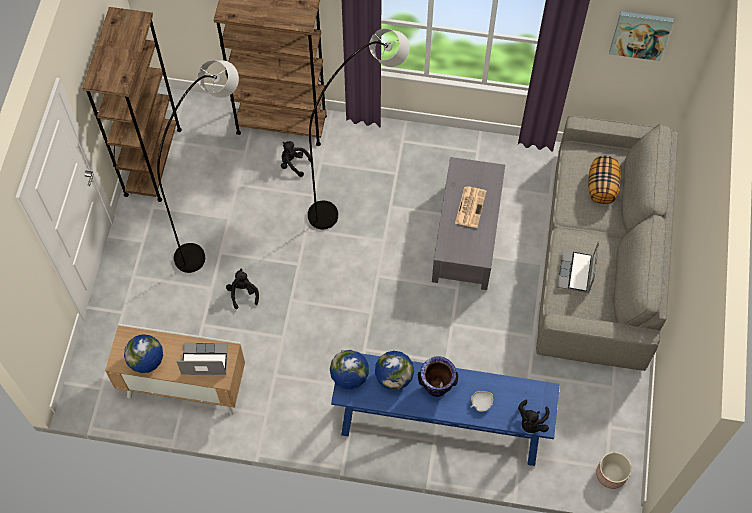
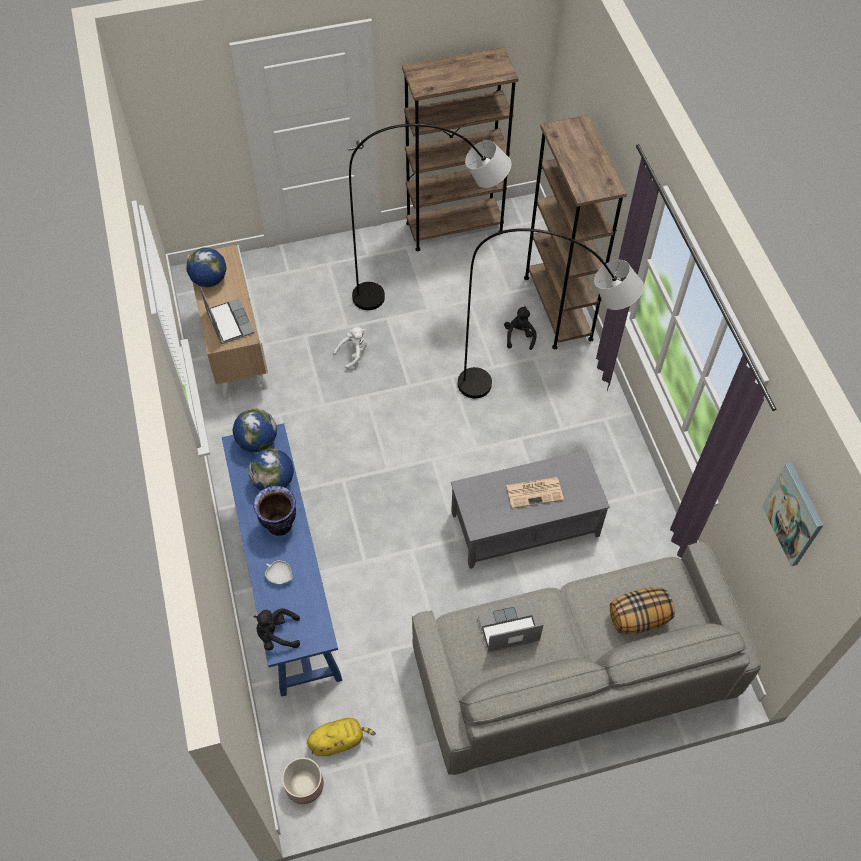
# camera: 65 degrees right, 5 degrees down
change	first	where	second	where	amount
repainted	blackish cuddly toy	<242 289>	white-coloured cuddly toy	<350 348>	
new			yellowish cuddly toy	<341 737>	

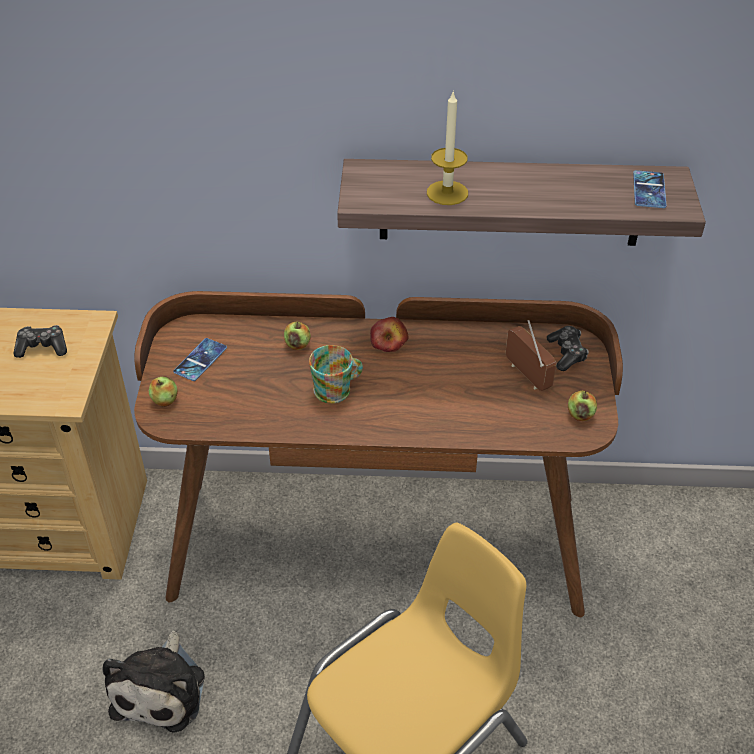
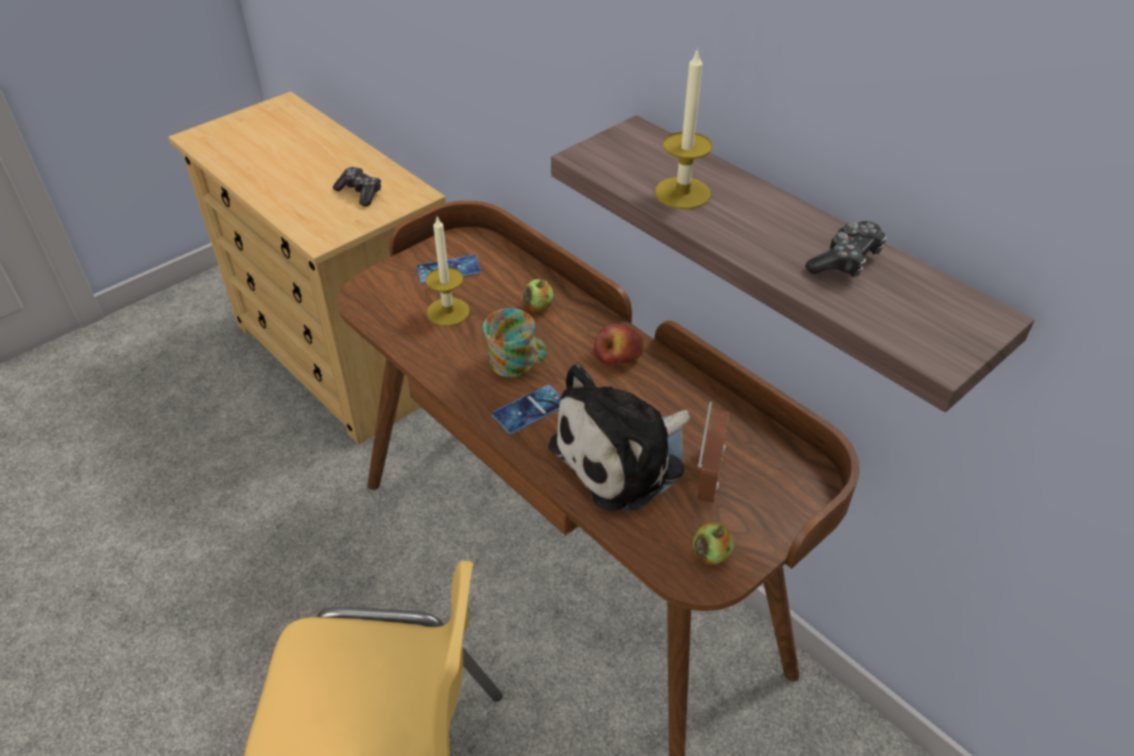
# camera: 45 degrees right, 0 degrees up
change	first	where	second	where	amount
shifted	cuddly toy	<153 681>		<619 437>	
gone	whole apple	<163 391>			
shifted	game controller	<567 348>		<846 249>	
shifted	telephone	<650 189>		<526 409>	
new			candle	<447 271>	

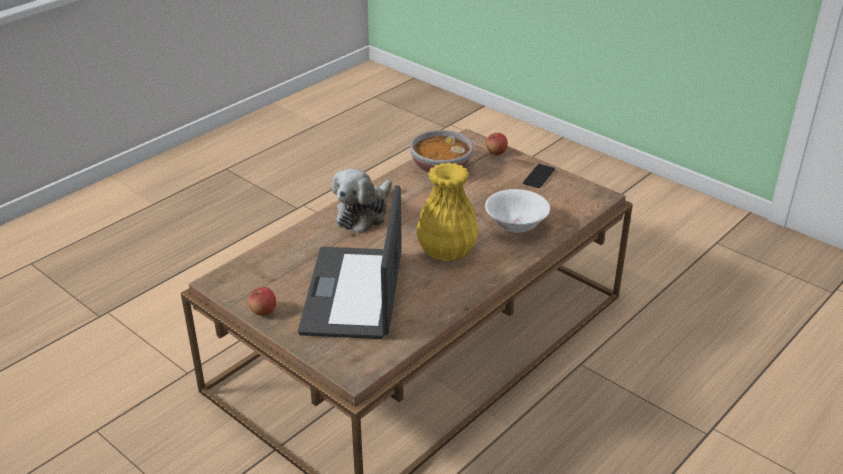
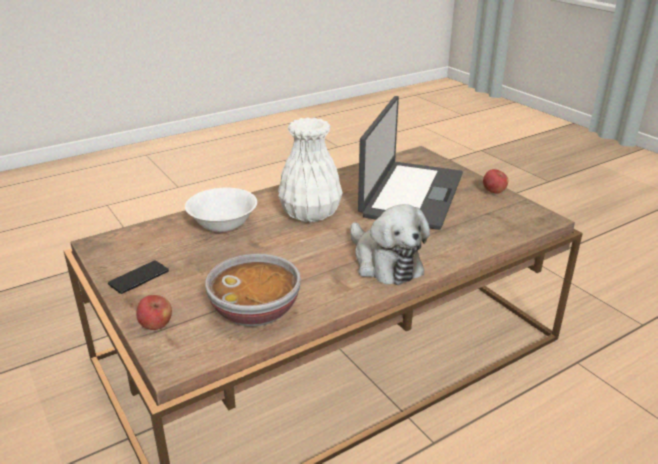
# camera: 165 degrees left, 5 degrees down
change	first	where	second	where	amount
rotated	cuddly toy	<362 200>		<390 244>	105 degrees clockwise
repainted	yellowish vase	<447 211>	white-coloured vase	<310 169>	

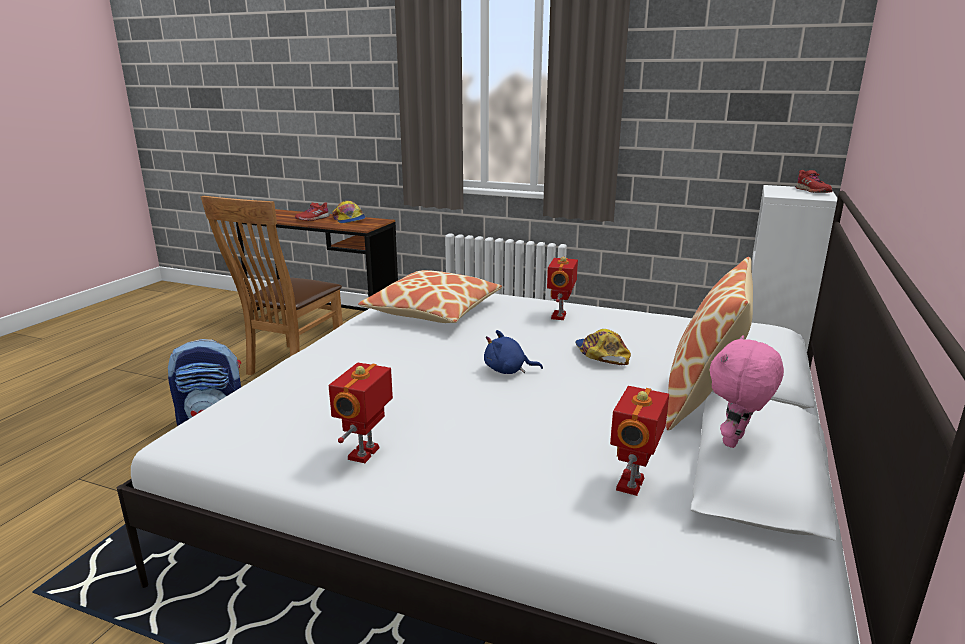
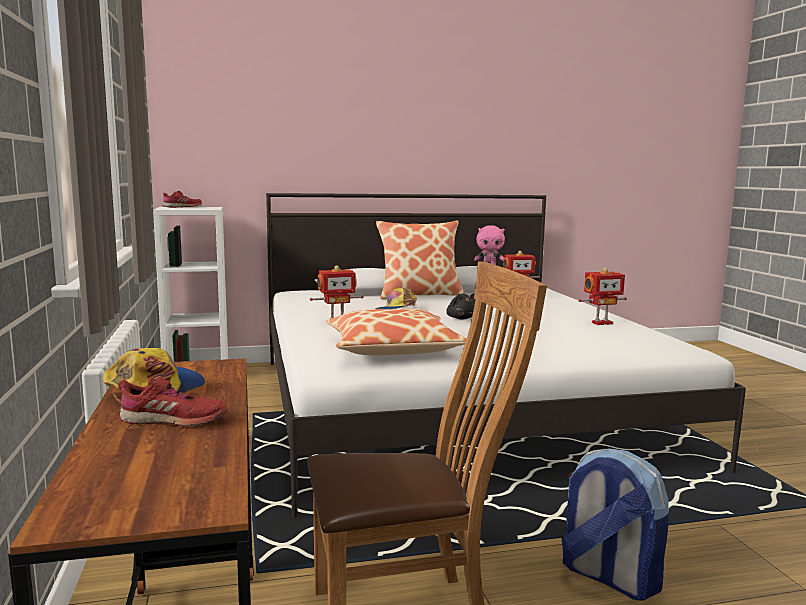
# camera: 125 degrees left, 10 degrees down
change	first	where	second	where	amount
repainted	bluish cuddly toy	<513 352>	blackish cuddly toy	<460 306>	

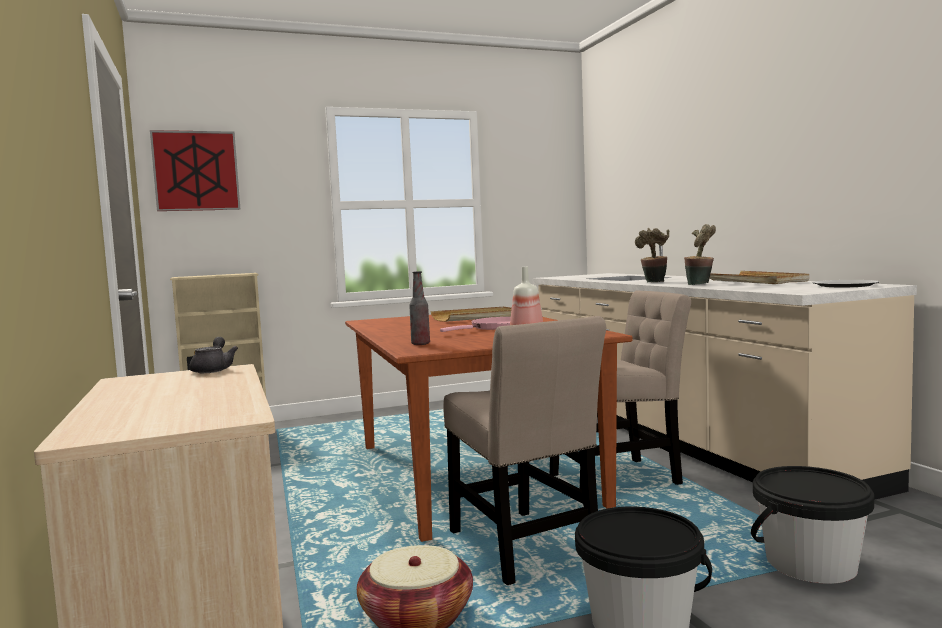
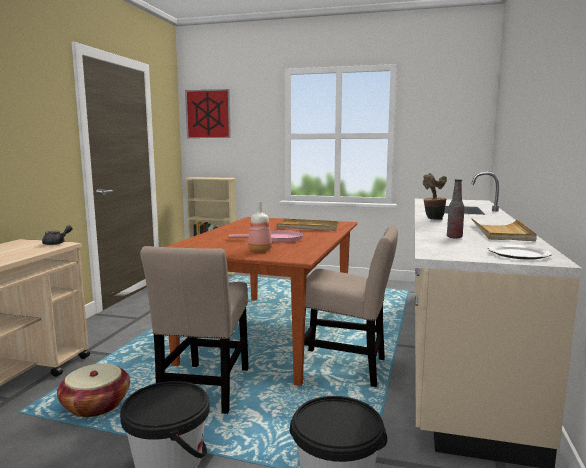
# camera: 35 degrees right, 5 degrees up
change	first	where	second	where	amount
shifted	bottle	<419 308>		<456 209>	
gone	potted plant	<700 254>			

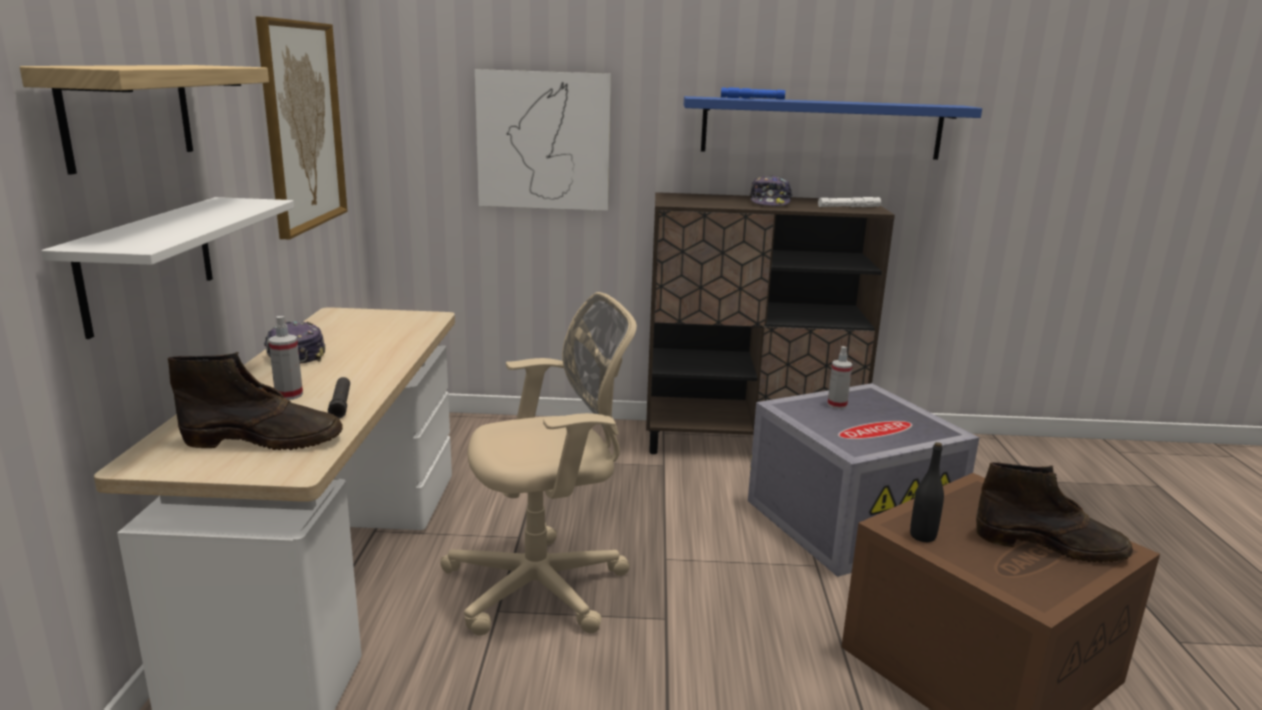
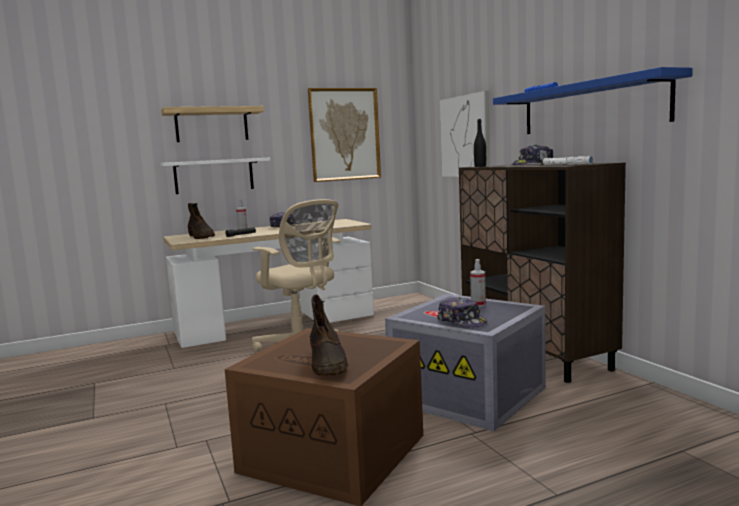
# camera: 65 degrees right, 10 degrees down
change	first	where	second	where	amount
shifted	blackish bottle	<927 492>		<480 143>	
new			cap	<462 312>	

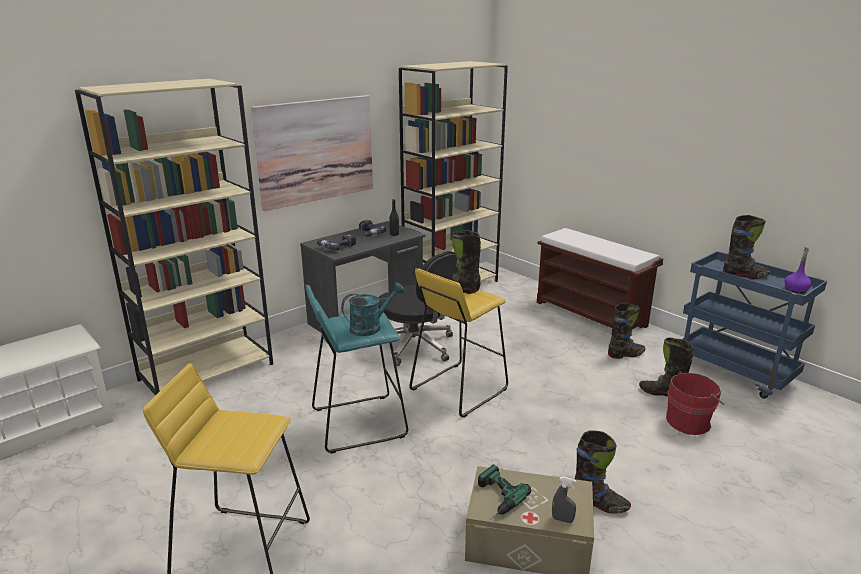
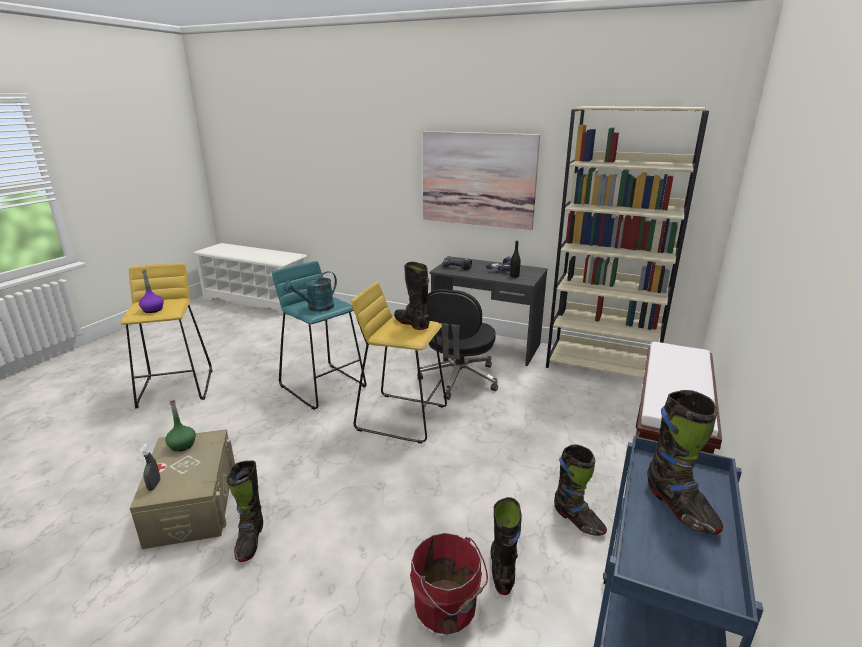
# camera: 65 degrees right, 0 degrees up
change	first	where	second	where	amount
gone	beige-coloured bookcase	<174 237>			
rotated	blue-green watering pot	<373 309>		<310 291>	105 degrees clockwise
swapped	power drill	<504 492>	green bottle	<180 426>	
shifted	purplish bottle	<798 270>		<151 291>	

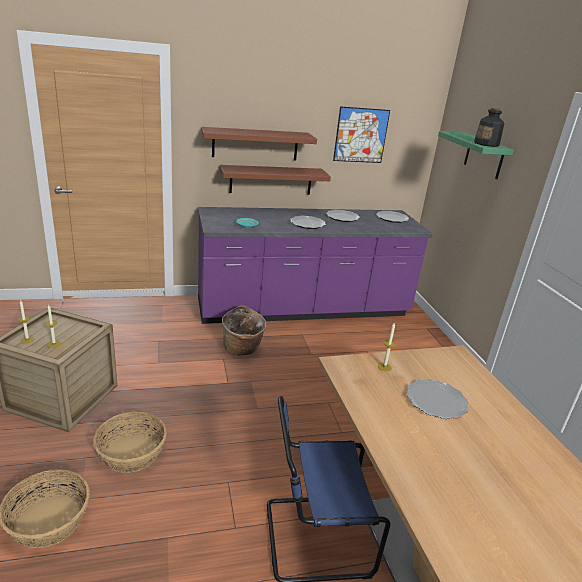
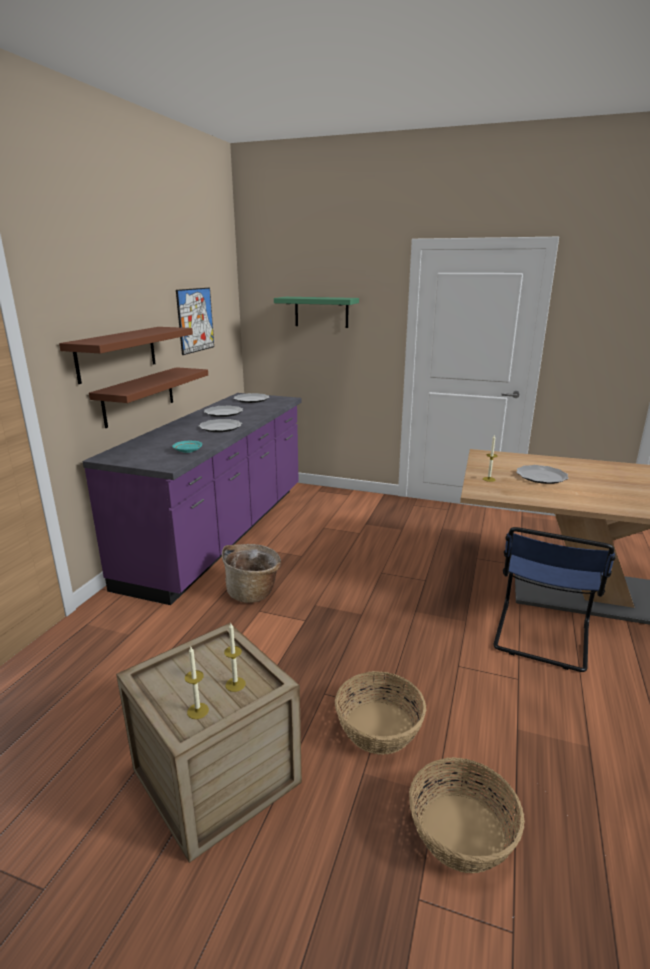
# camera: 55 degrees left, 5 degrees down
change	first	where	second	where	amount
gone	bottle	<489 127>			

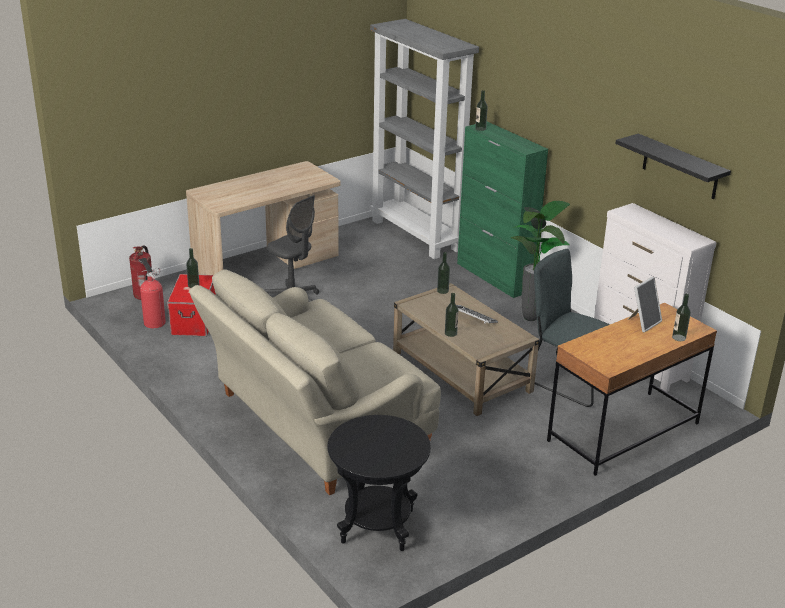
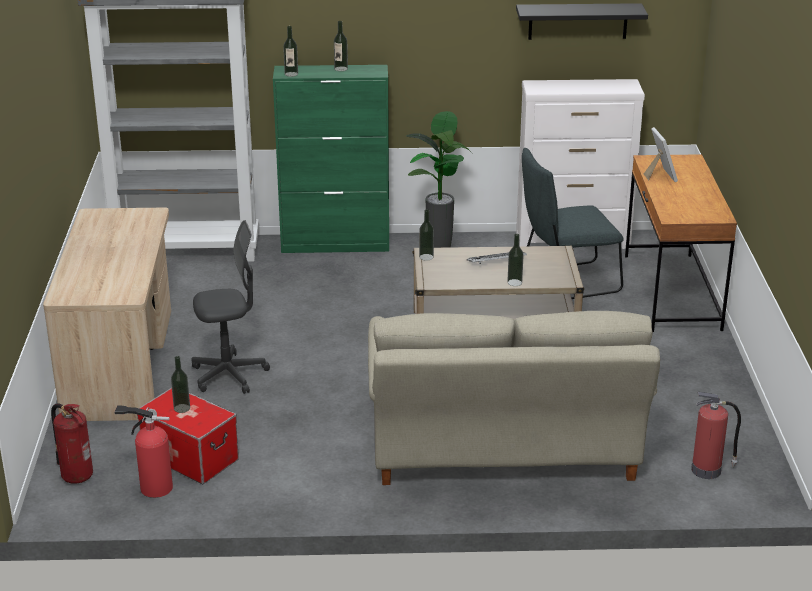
# camera: 55 degrees left, 0 degrees up
change	first	where	second	where	amount
swapped	blackish side table	<379 483>	fire extinguisher	<716 435>	
shifted	bottle	<681 317>		<341 46>	

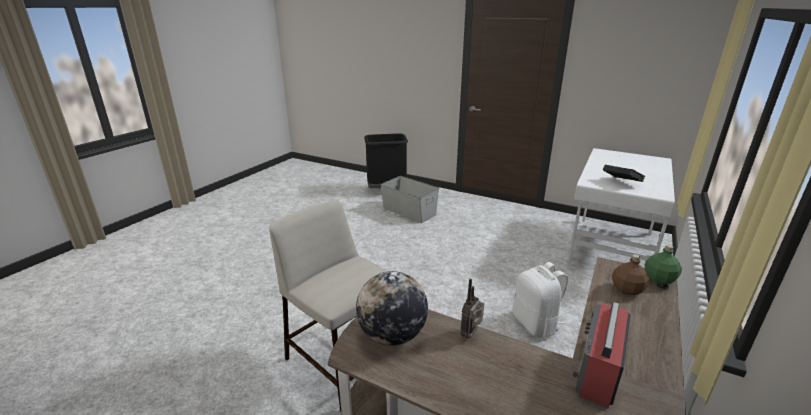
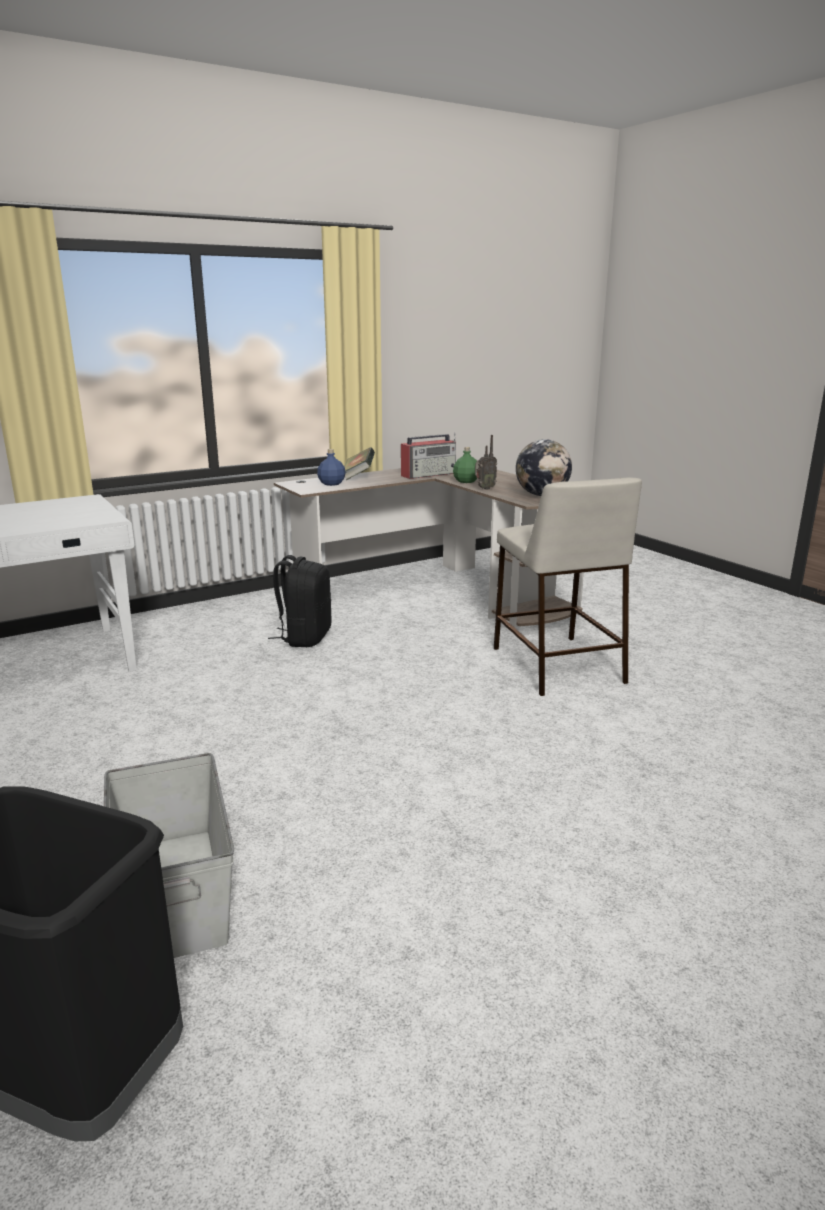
# camera: 150 degrees left, 5 degrees down
change	first	where	second	where	amount
repainted	white-coloured backpack	<540 300>	blackish backpack	<300 601>	
shifted	bound book	<624 173>		<359 463>	
repainted	brown-coloured bottle	<630 274>	bluish bottle	<331 467>	
shifted	green bottle	<663 264>		<465 465>	

